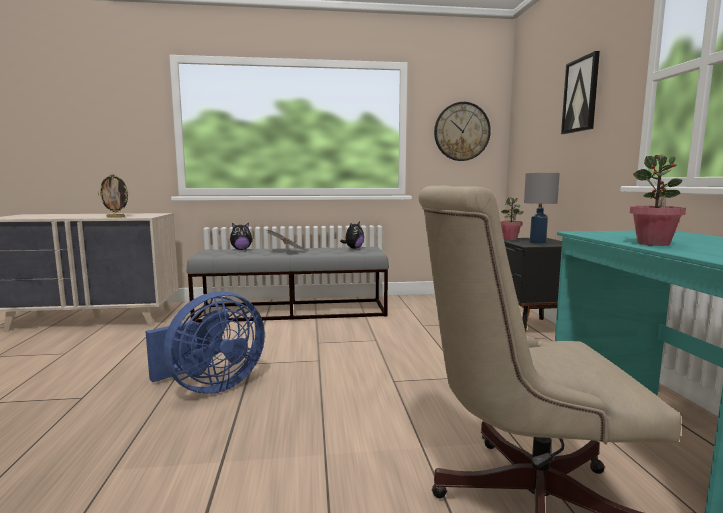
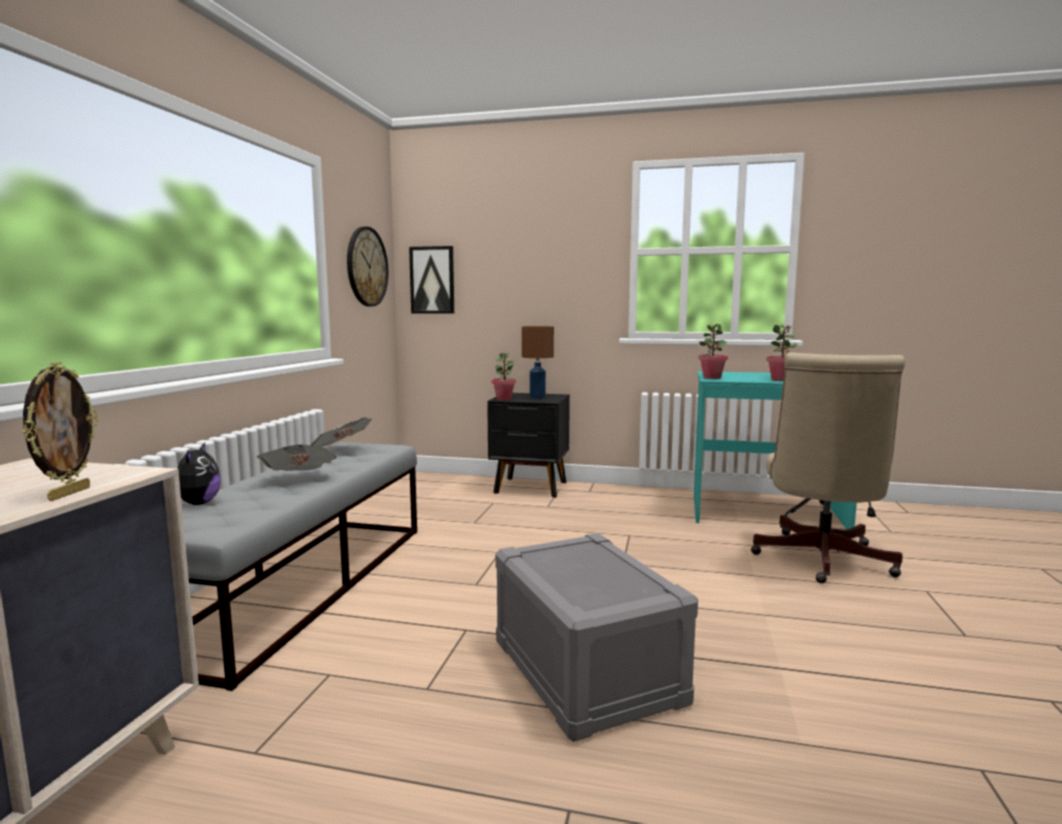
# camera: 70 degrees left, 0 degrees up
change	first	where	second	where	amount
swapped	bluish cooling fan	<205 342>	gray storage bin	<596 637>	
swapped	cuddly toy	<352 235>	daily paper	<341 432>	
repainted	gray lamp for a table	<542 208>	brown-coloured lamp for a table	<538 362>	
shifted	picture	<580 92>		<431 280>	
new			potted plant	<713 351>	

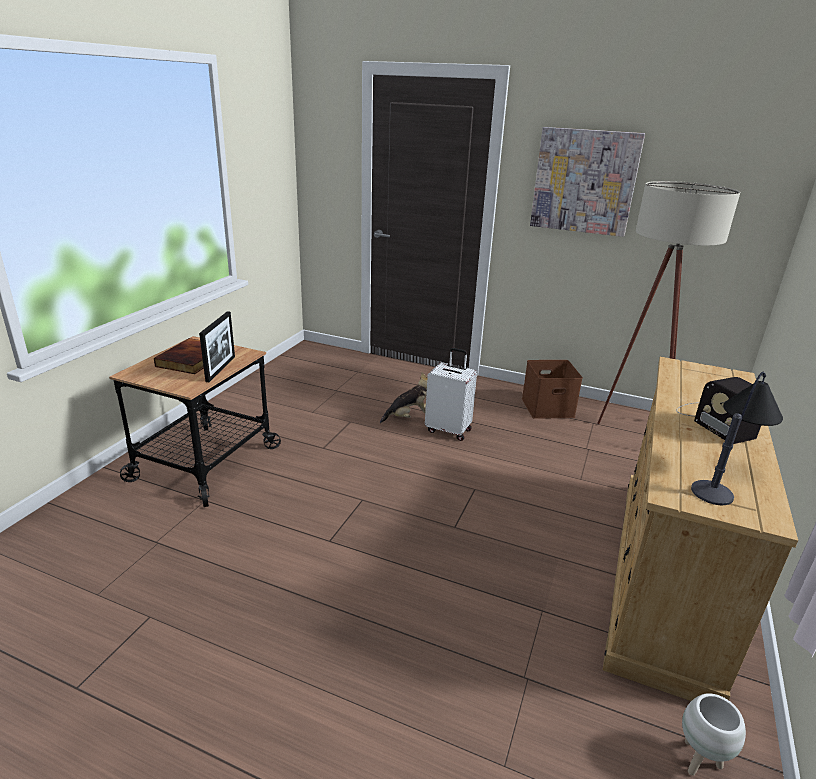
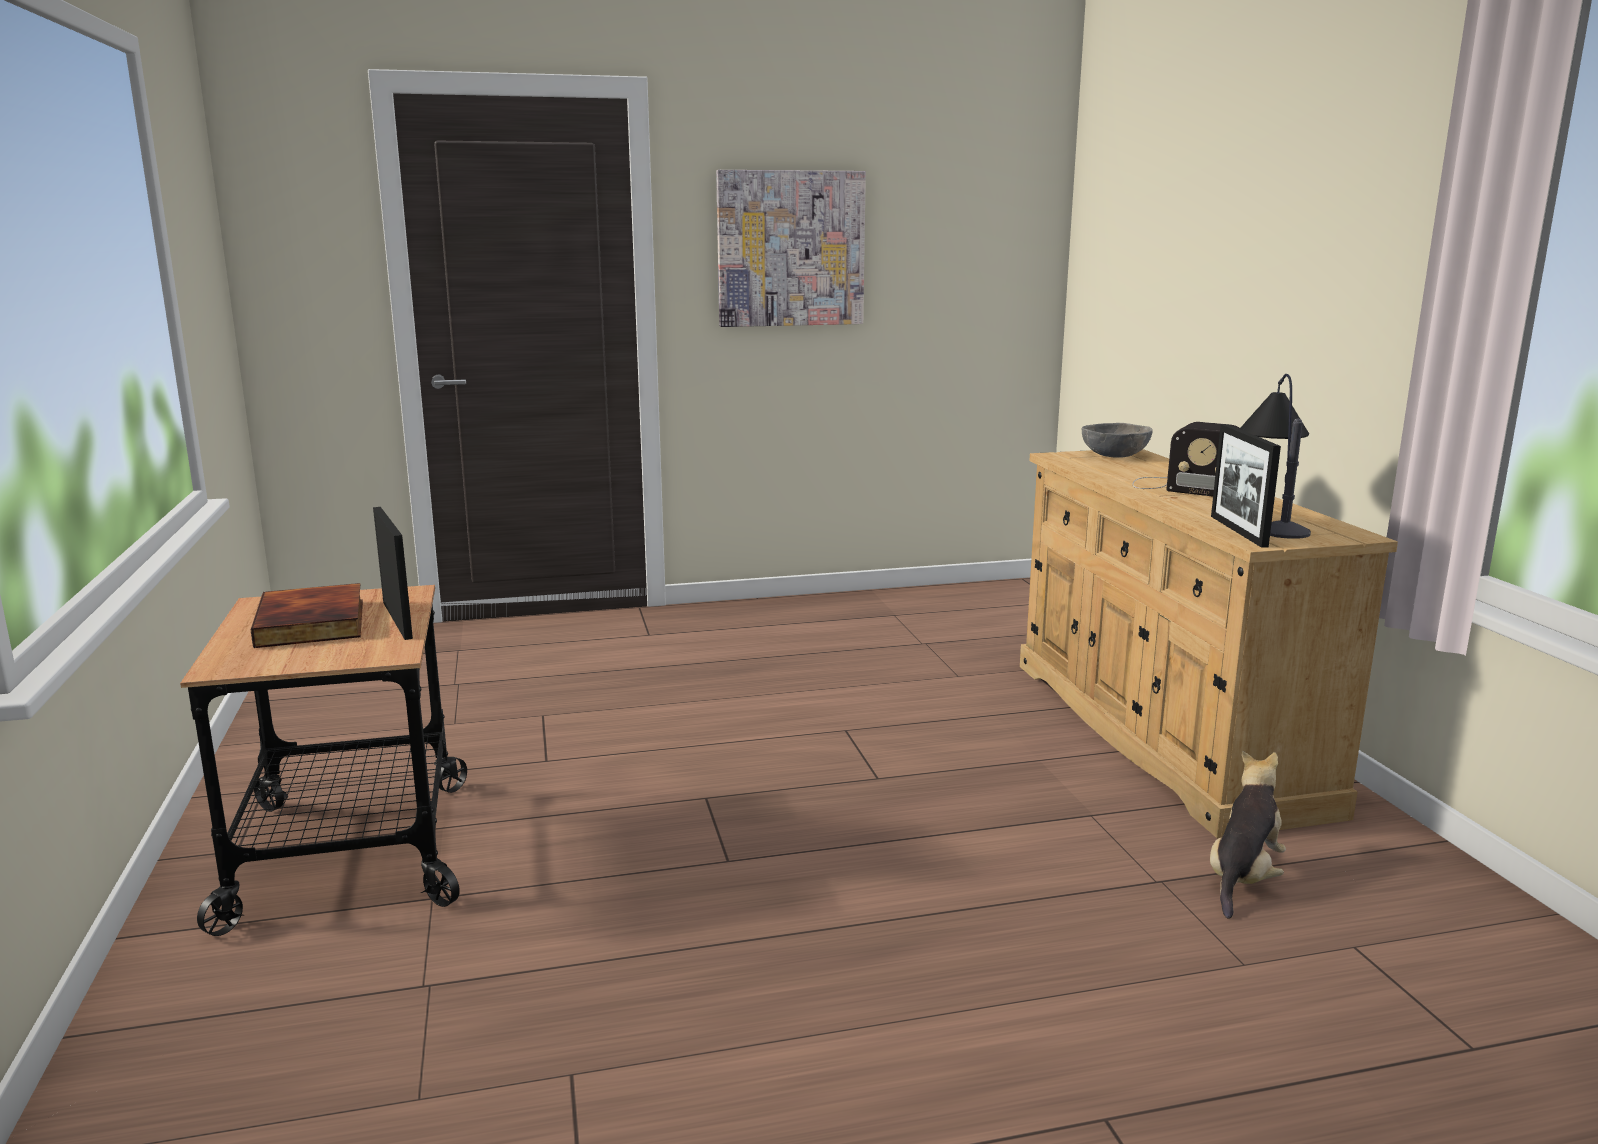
# camera: 35 degrees left, 10 degrees down
change	first	where	second	where	amount
shifted	cuddly toy	<403 397>		<1248 835>	
gone	white-coloured suitcase	<451 394>			
gone	brown-coloured storage bin	<552 389>			
gone	beige-coloured standard lamp	<668 302>			
gone	white-coloured flower pot	<714 734>			
new			gray deep dish	<1117 440>	
new			picture frame	<1246 486>	

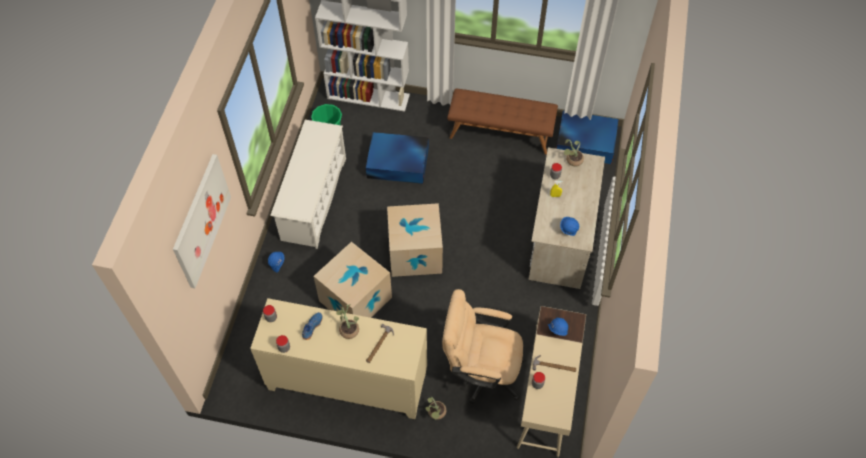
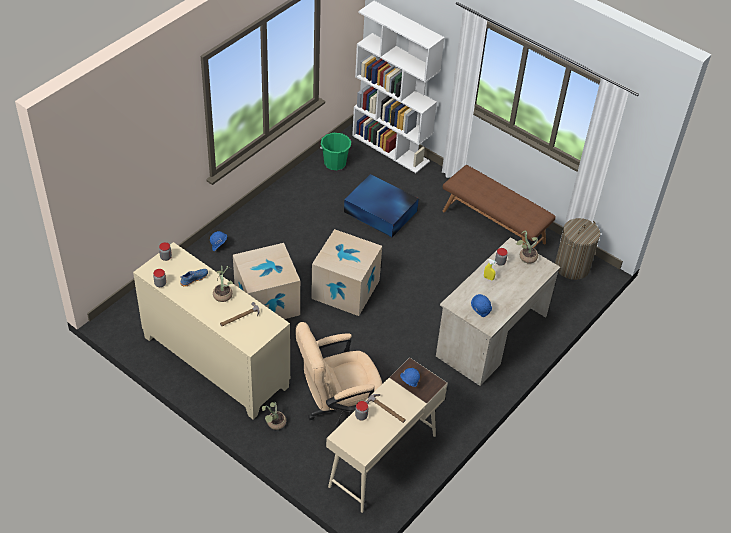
# camera: 25 degrees right, 10 degrees down
change	first	where	second	where	amount
gone	picture	<202 221>			
gone	white-coloured shoe rack	<308 184>			
rotated	beige-coloured computer chair	<484 346>		<338 374>	60 degrees counterclockwise
swapped	bluish storage bin	<587 137>	hamper	<577 249>	

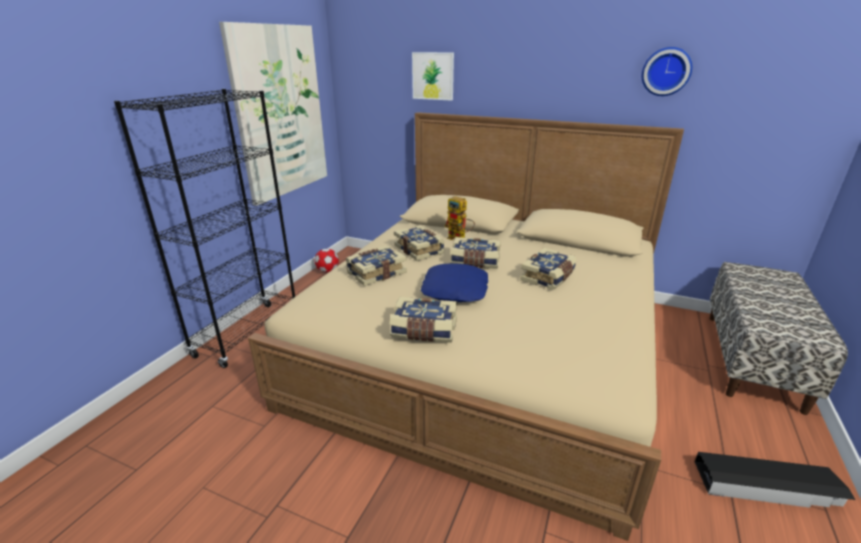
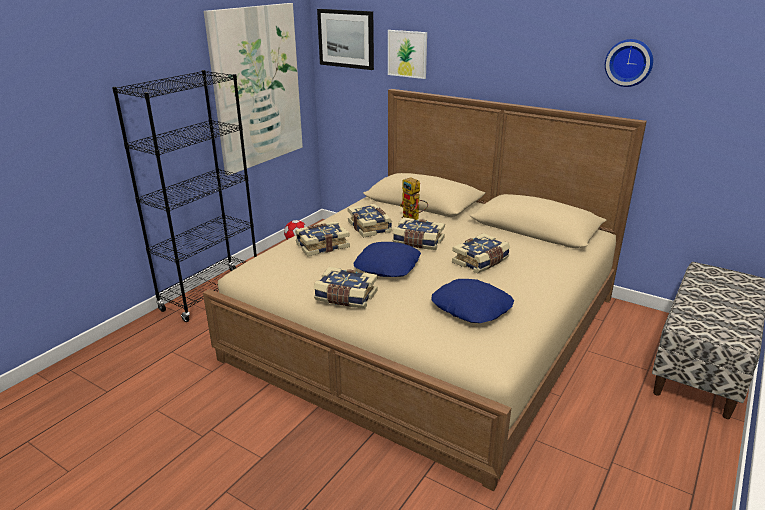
# camera: 10 degrees right, 0 degrees up
change	first	where	second	where	amount
gone	blackish storage bin	<775 480>			
new			picture	<345 39>	
new			bluish throw pillow	<472 301>	

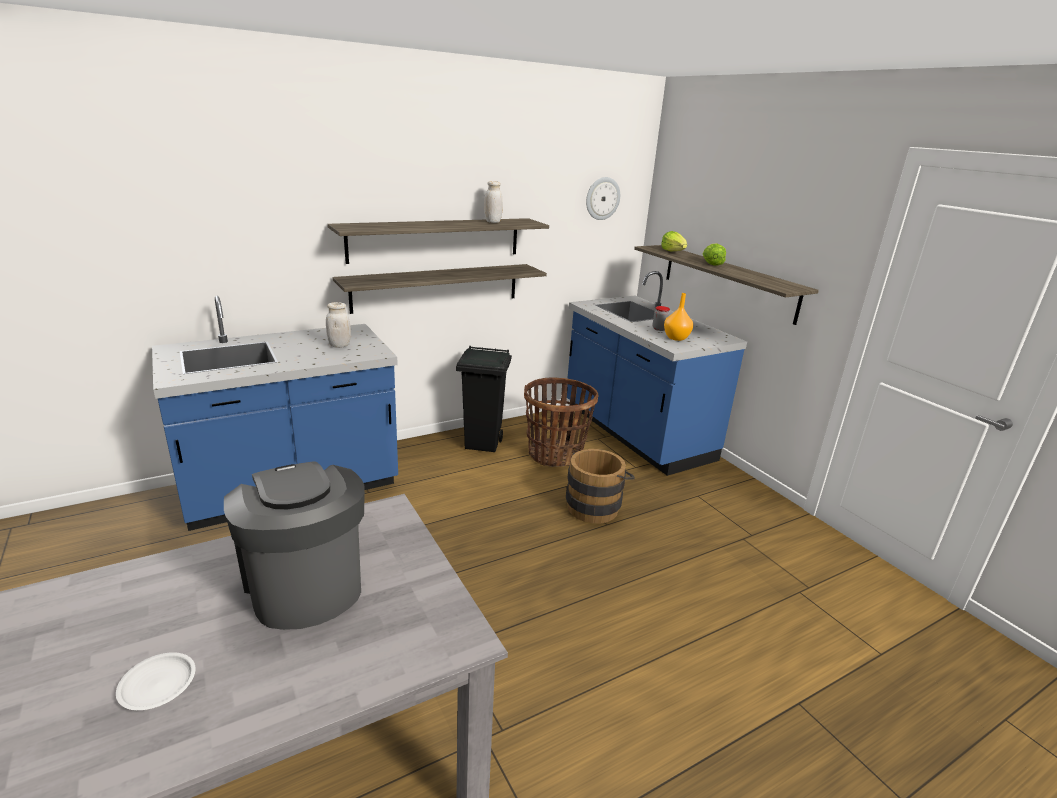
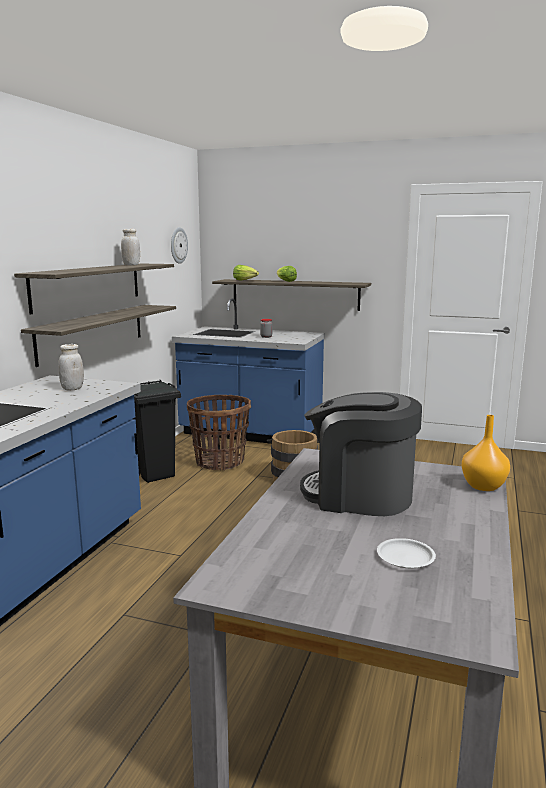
# camera: 40 degrees left, 10 degrees down
change	first	where	second	where	amount
shifted	orangey vase	<678 317>		<486 453>	

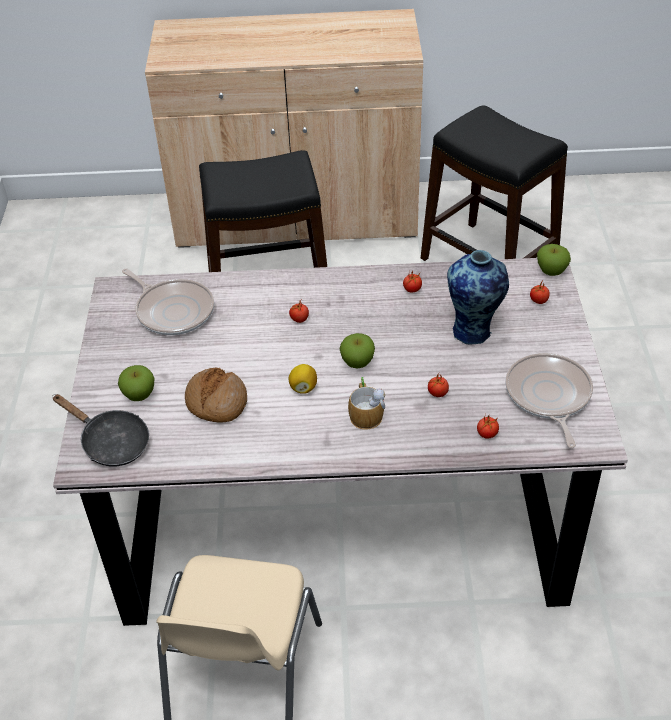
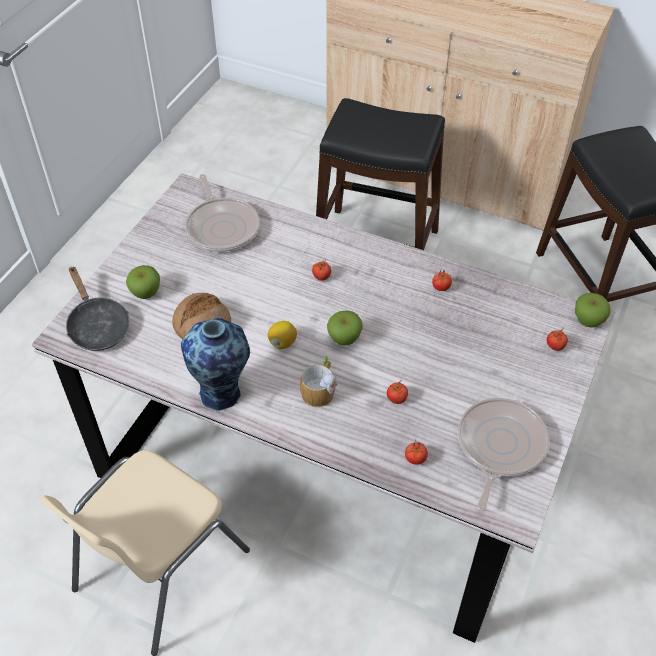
# camera: 25 degrees right, 5 degrees up
change	first	where	second	where	amount
shifted	vase	<478 297>		<215 364>	

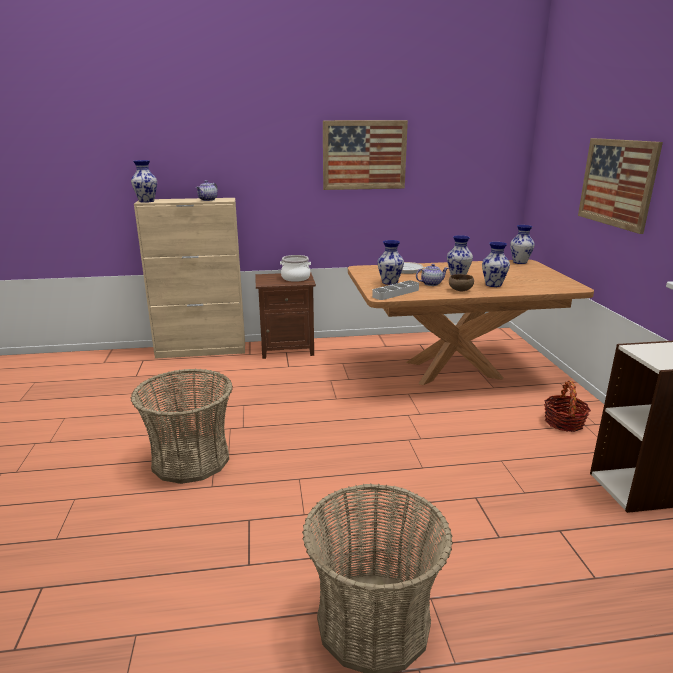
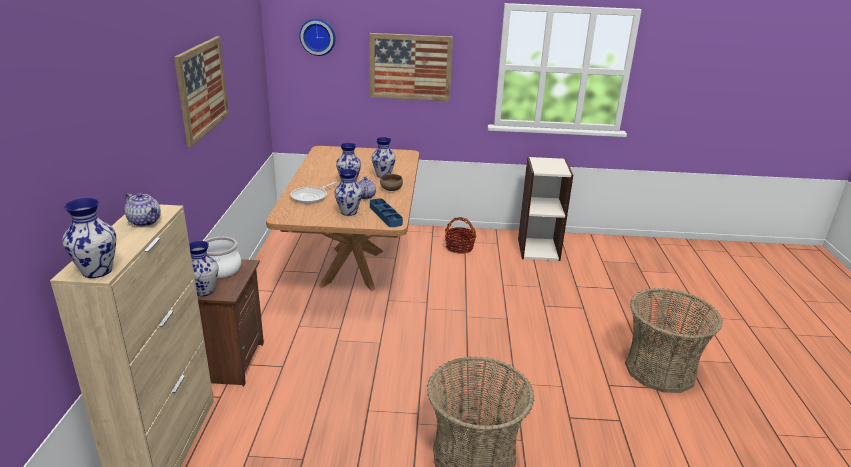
# camera: 80 degrees left, 5 degrees up
change	first	where	second	where	amount
repainted	gray serving tray	<395 290>	bluish serving tray	<386 212>	
shifted	vase	<522 244>		<204 268>	
new			wall clock	<317 37>	

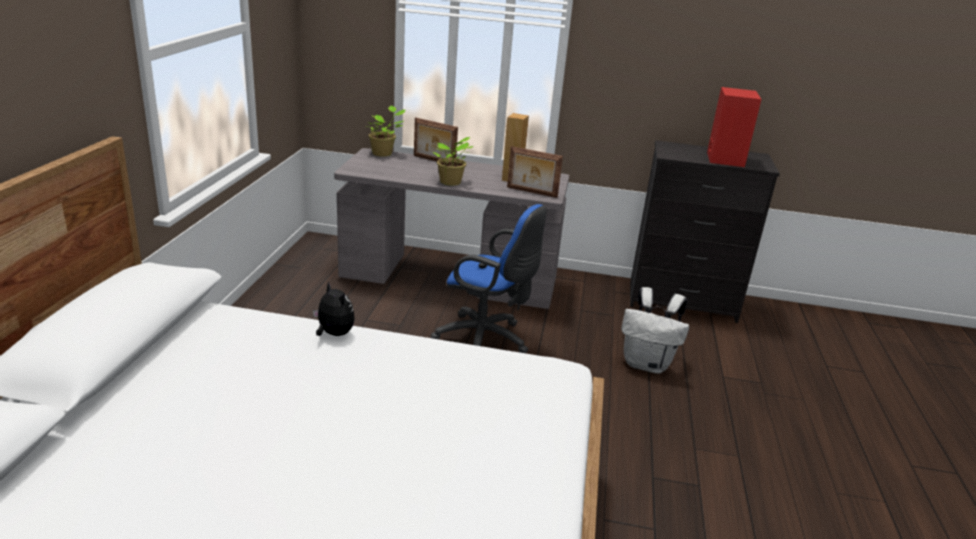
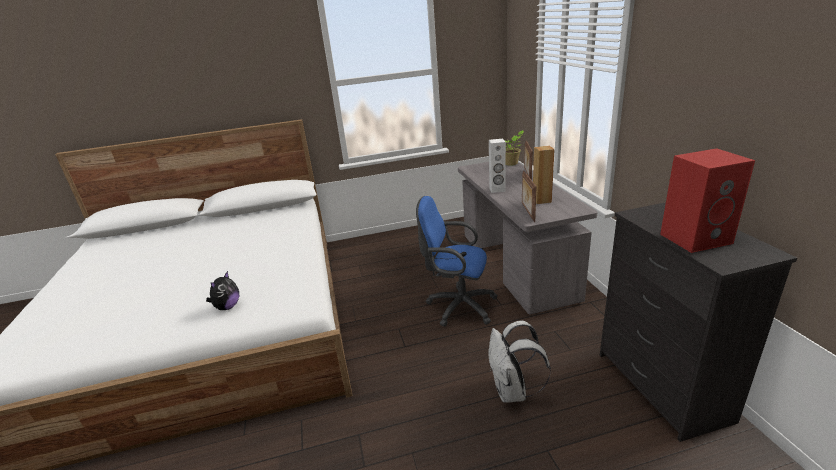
# camera: 70 degrees right, 0 degrees up
change	first	where	second	where	amount
shifted	cuddly toy	<334 308>		<222 290>	
rotated	bluish computer chair	<488 278>		<457 261>	105 degrees clockwise
swapped	potted plant	<453 161>	white-coloured loudspeaker	<497 166>	

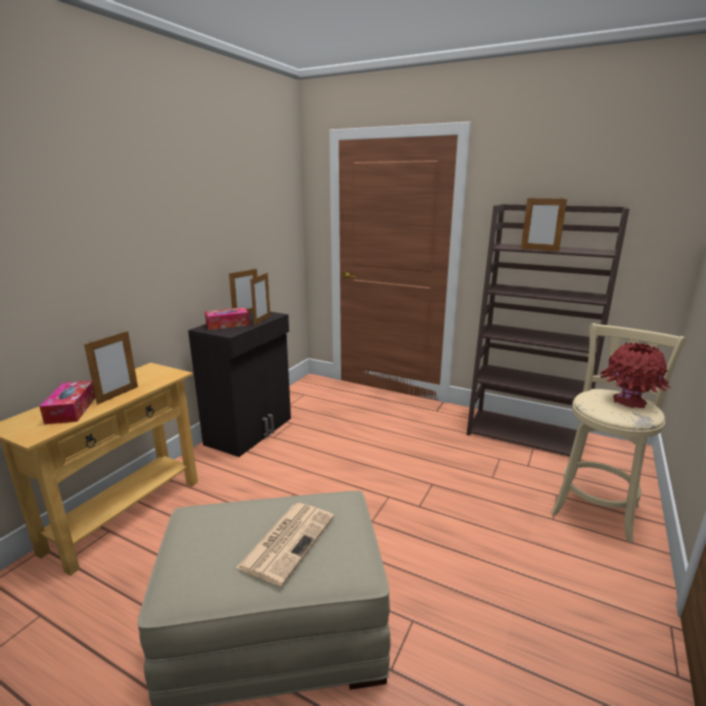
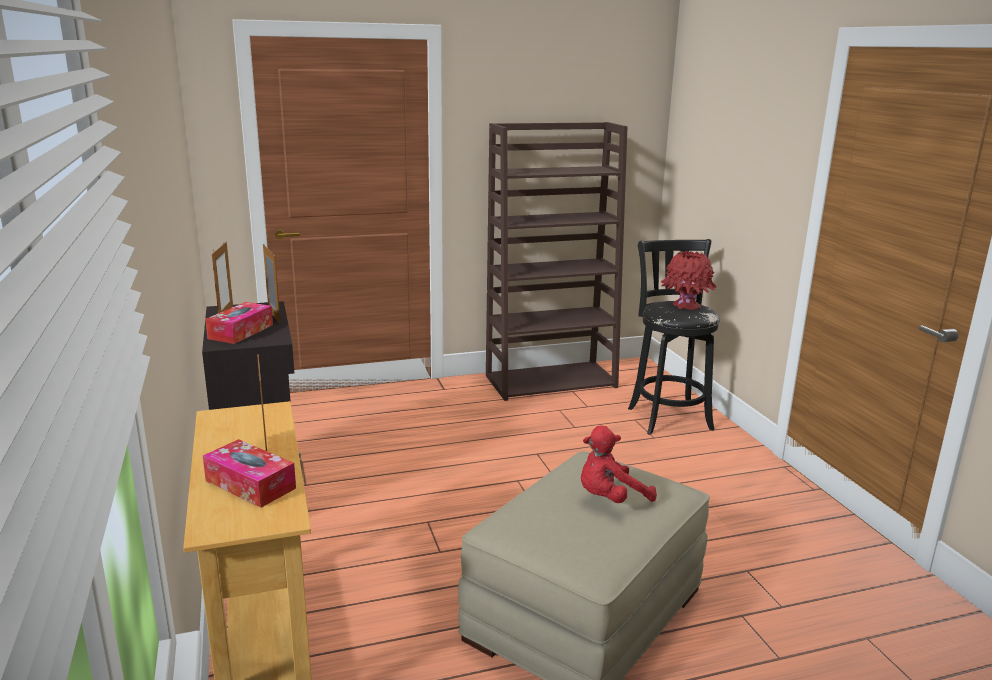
# camera: 45 degrees left, 0 degrees up
change	first	where	second	where	amount
swapped	daily paper	<285 544>	reddish cuddly toy	<619 464>	
gone	picture frame	<544 223>			
repainted	beige-coloured stool	<618 433>	blackish stool	<674 337>	

